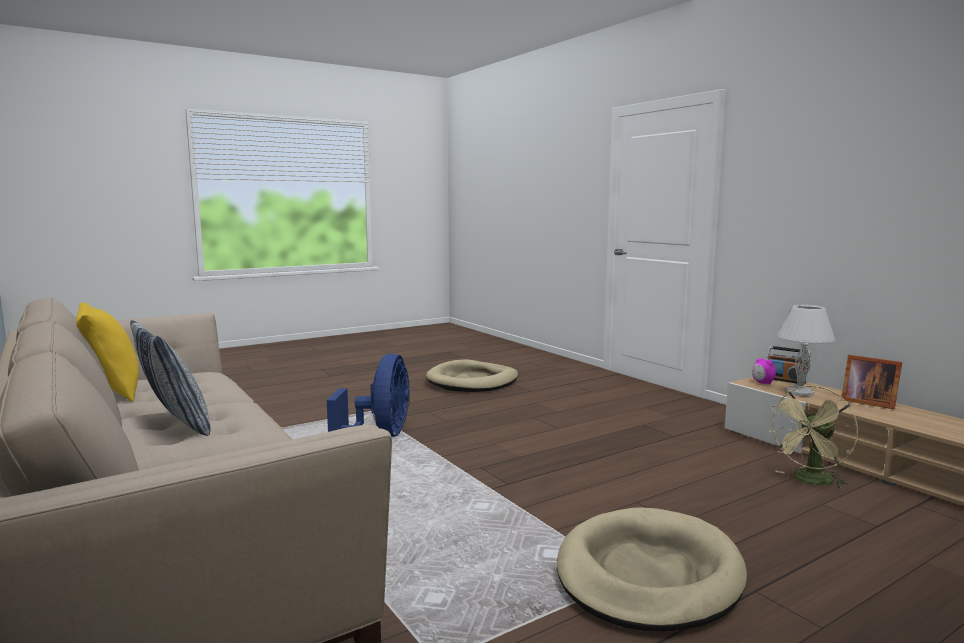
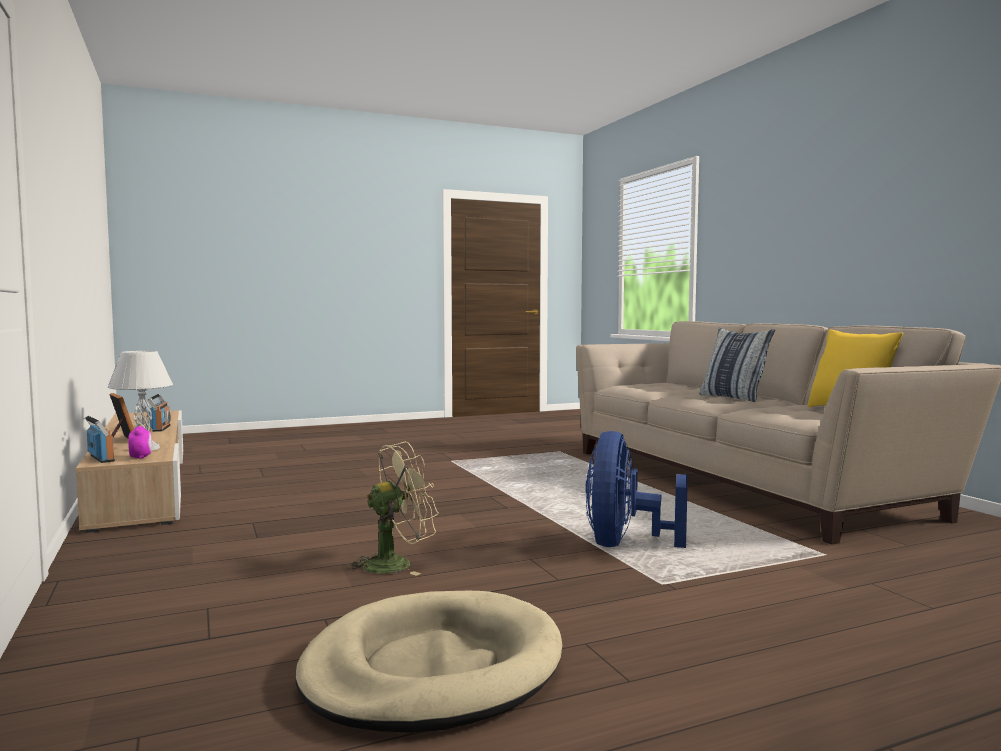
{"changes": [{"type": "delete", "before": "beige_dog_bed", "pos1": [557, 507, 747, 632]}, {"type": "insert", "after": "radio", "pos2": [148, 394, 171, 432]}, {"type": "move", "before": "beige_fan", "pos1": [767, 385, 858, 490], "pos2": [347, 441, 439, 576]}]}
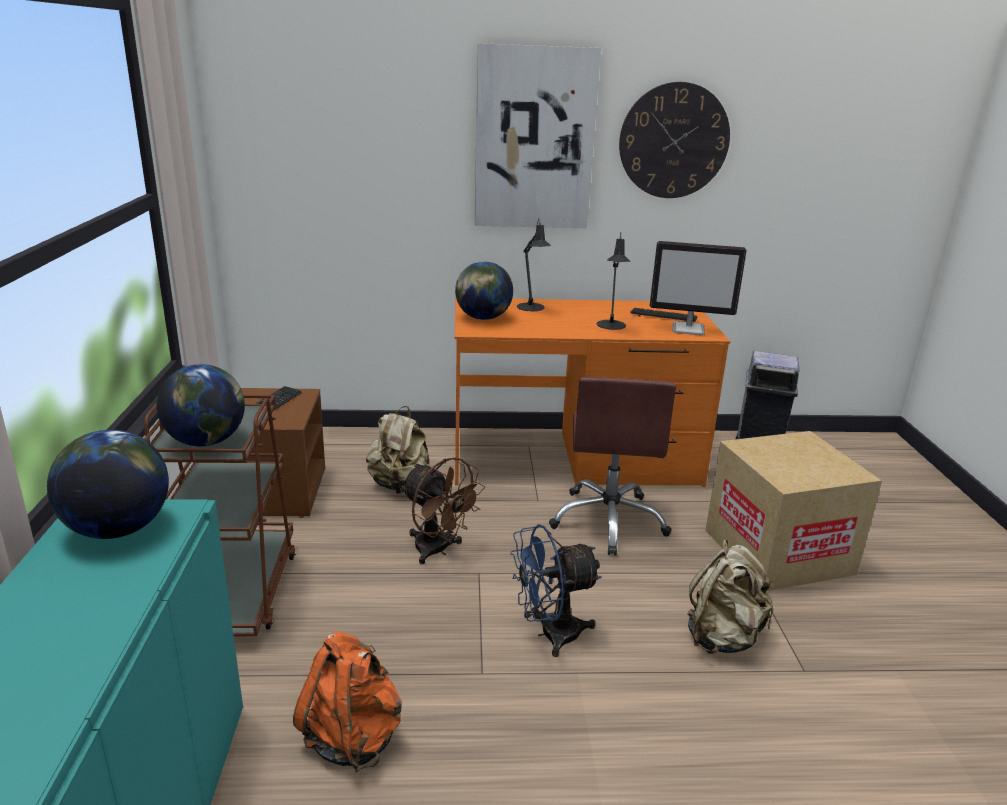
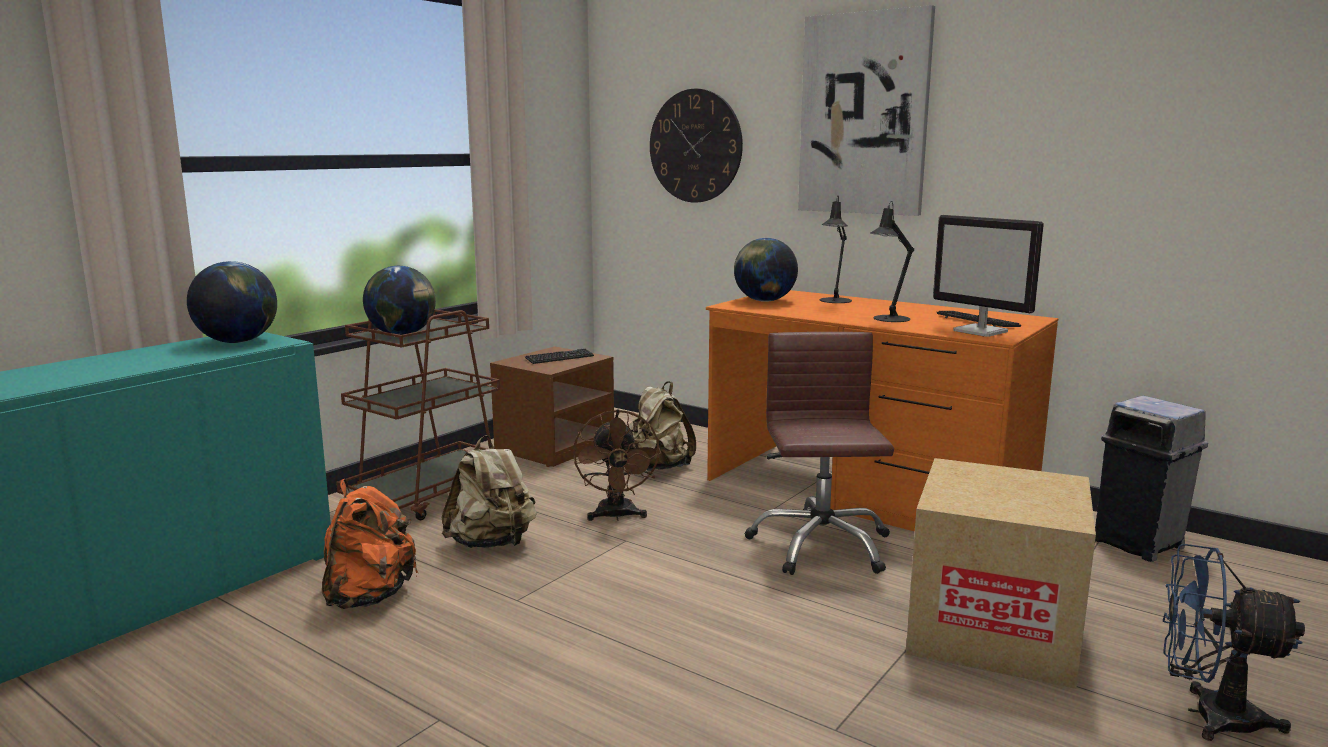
{"changes": [{"type": "move", "before": "blue_fan", "pos1": [510, 524, 602, 657], "pos2": [1163, 544, 1305, 741]}, {"type": "move", "before": "wall_clock", "pos1": [619, 82, 730, 198], "pos2": [650, 88, 743, 203]}, {"type": "move", "before": "beige_backpack", "pos1": [688, 539, 774, 654], "pos2": [442, 435, 537, 548]}, {"type": "rotate", "before": "brown_office_chair", "pos1": [549, 377, 676, 556], "pos2": [745, 332, 894, 575], "turn": 135}]}
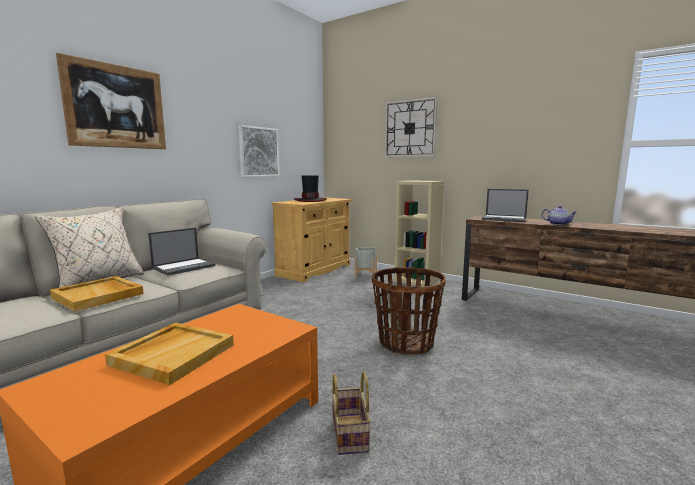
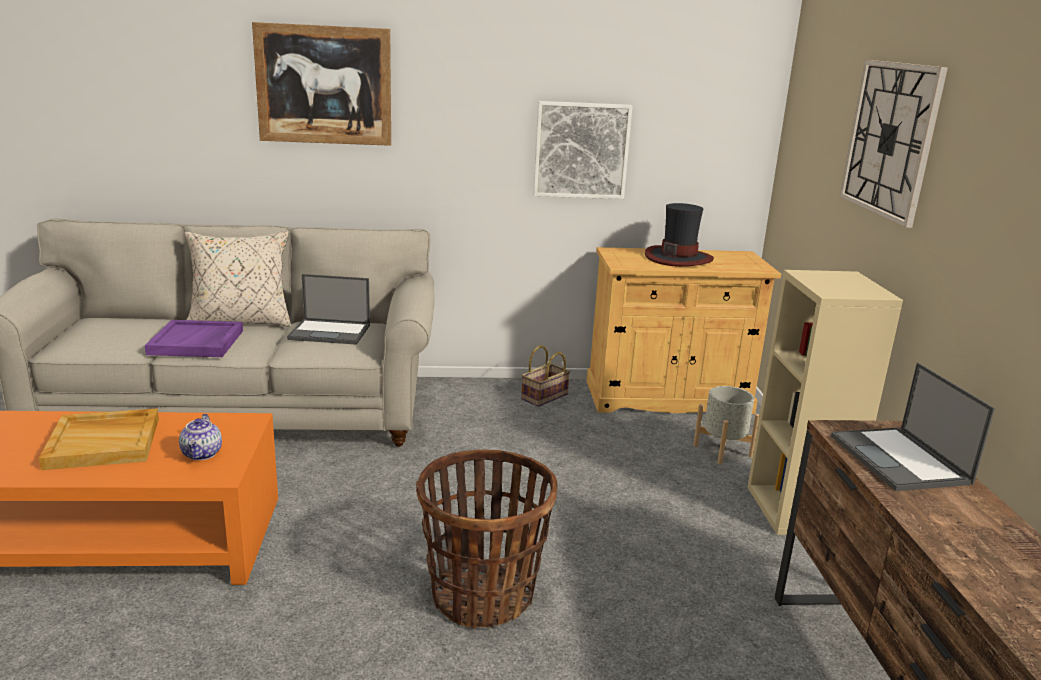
{"changes": [{"type": "move", "before": "basket", "pos1": [332, 372, 371, 455], "pos2": [521, 345, 570, 407]}, {"type": "move", "before": "teapot", "pos1": [541, 206, 577, 225], "pos2": [179, 414, 222, 460]}, {"type": "recolor", "before": "beige_tray", "after": "purple_tray", "pos1": [50, 276, 144, 312], "pos2": [145, 320, 243, 357]}]}
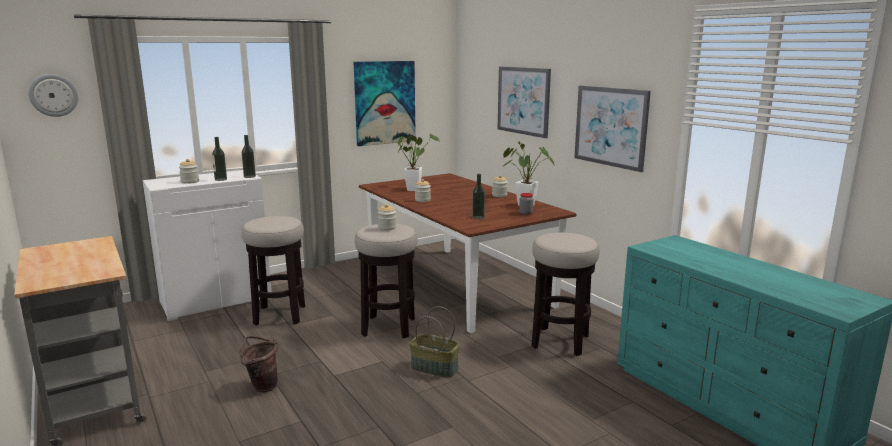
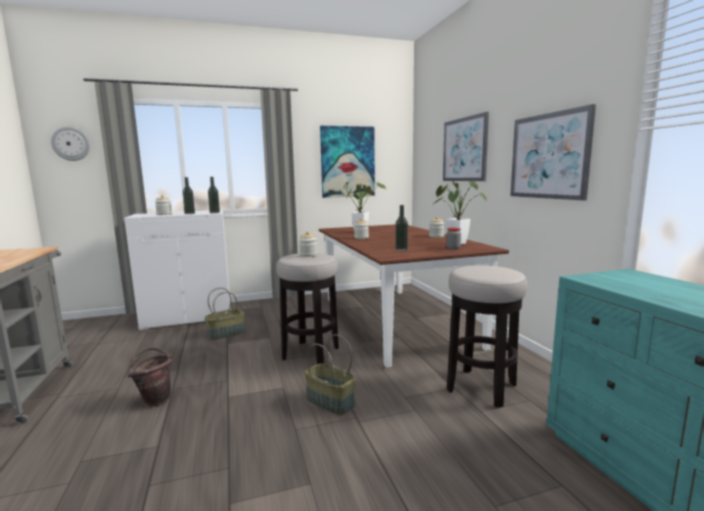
{"changes": [{"type": "replace", "before": "stool", "after": "basket", "pos1": [241, 216, 305, 326], "pos2": [205, 287, 245, 340]}]}
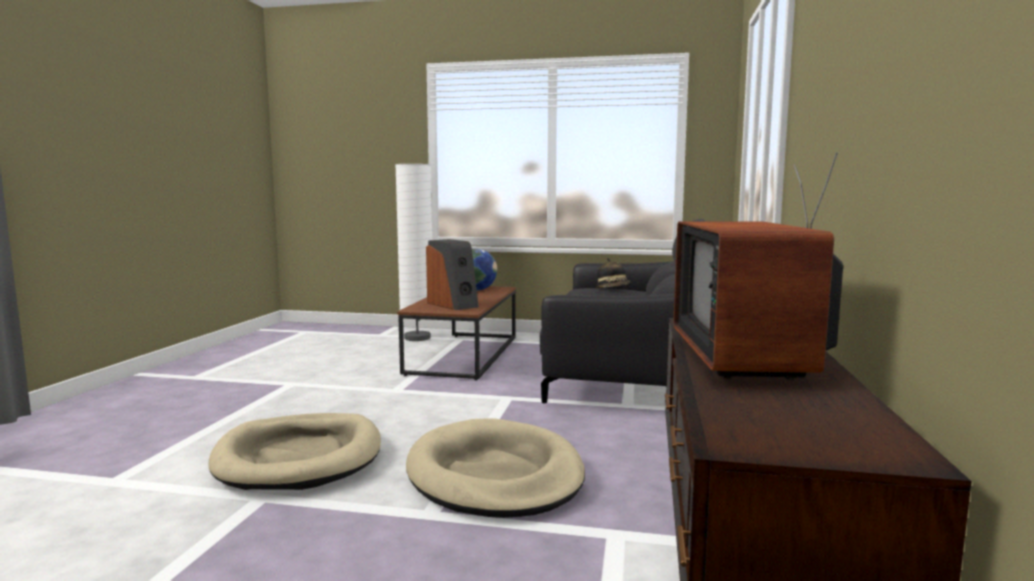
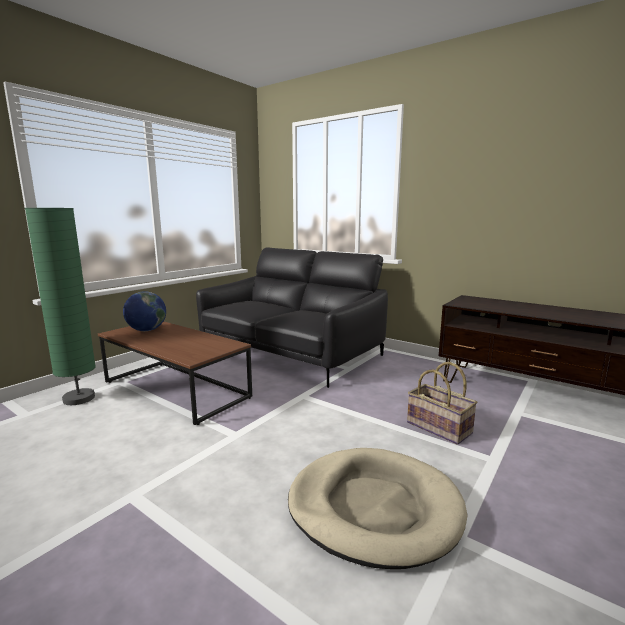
{"changes": [{"type": "delete", "before": "speaker", "pos1": [426, 239, 479, 310]}, {"type": "delete", "before": "hat", "pos1": [596, 258, 630, 288]}, {"type": "delete", "before": "television", "pos1": [673, 152, 843, 380]}, {"type": "replace", "before": "beige_dog_bed", "after": "basket", "pos1": [406, 418, 585, 518], "pos2": [407, 362, 478, 445]}, {"type": "recolor", "before": "white_floor_lamp", "after": "green_floor_lamp", "pos1": [395, 164, 432, 341], "pos2": [25, 208, 96, 405]}]}
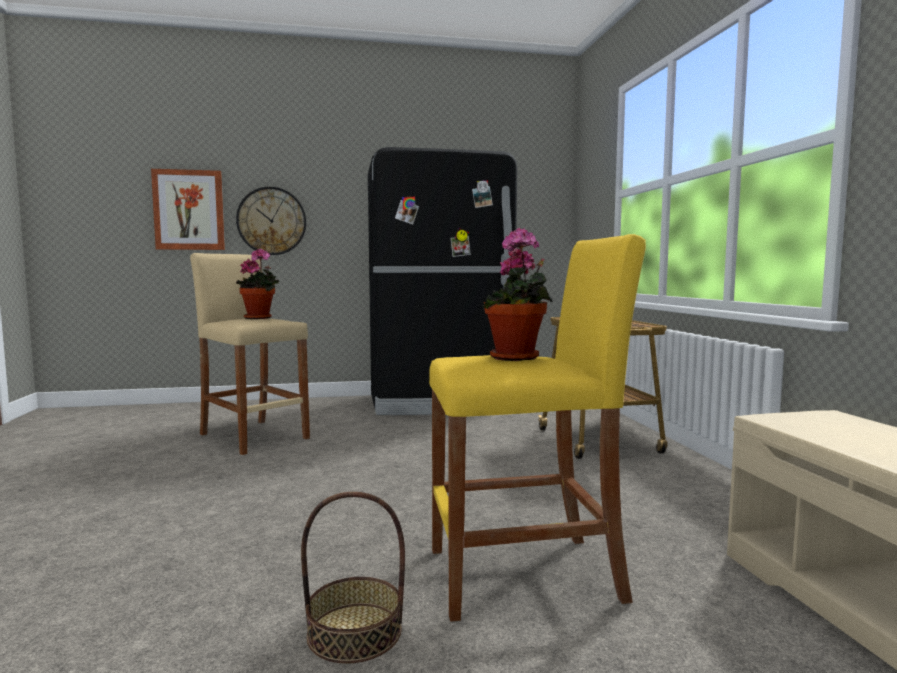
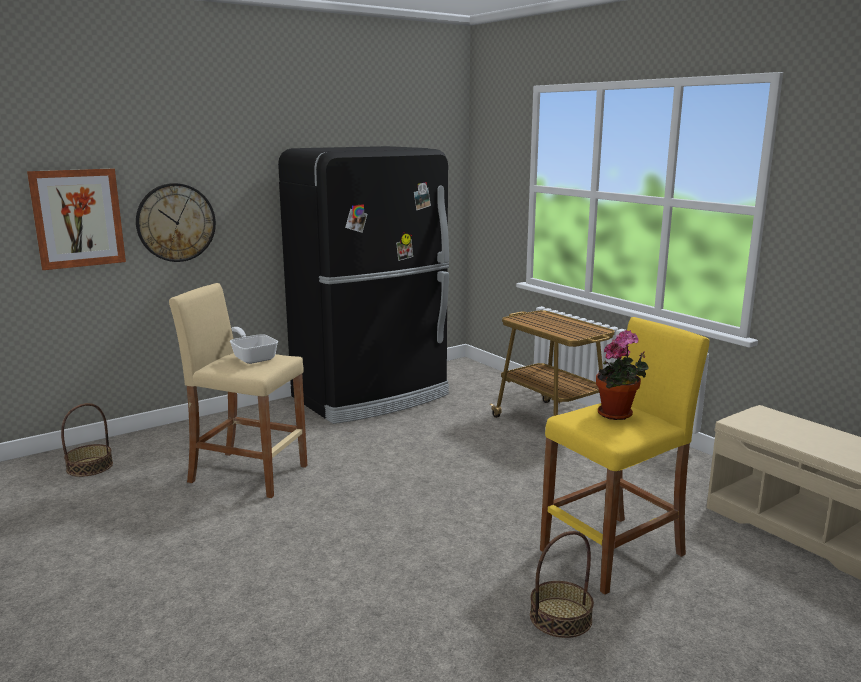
{"changes": [{"type": "insert", "after": "basket", "pos2": [61, 403, 113, 477]}, {"type": "replace", "before": "potted_plant", "after": "frying_pan", "pos1": [236, 248, 279, 319], "pos2": [230, 327, 278, 364]}]}
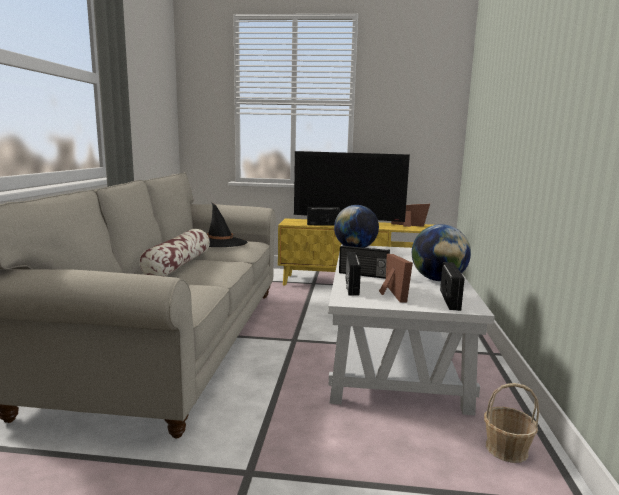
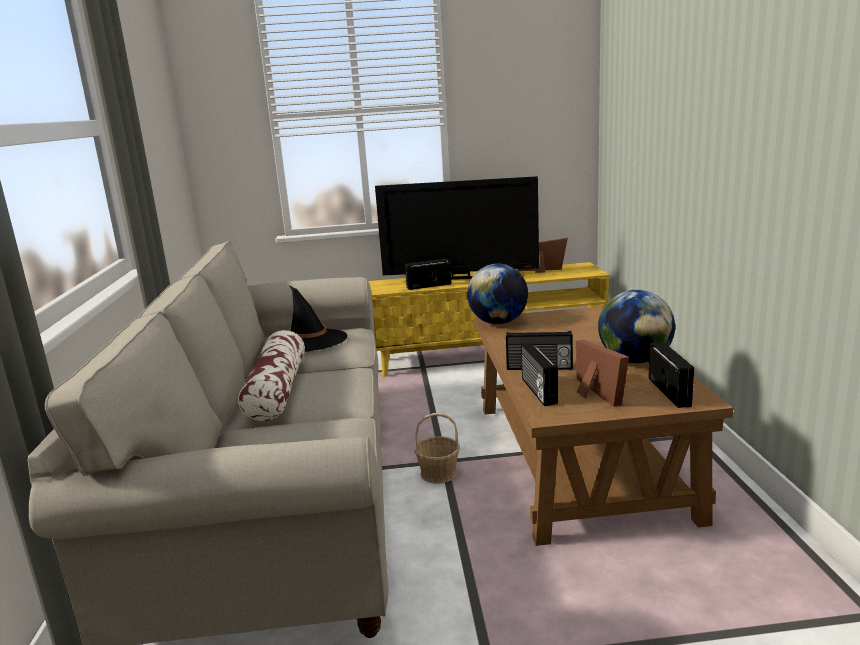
{"changes": [{"type": "move", "before": "basket", "pos1": [484, 383, 539, 463], "pos2": [414, 413, 460, 483]}, {"type": "recolor", "before": "white_coffee_table", "after": "brown_coffee_table", "pos1": [328, 244, 495, 415], "pos2": [474, 306, 733, 546]}]}
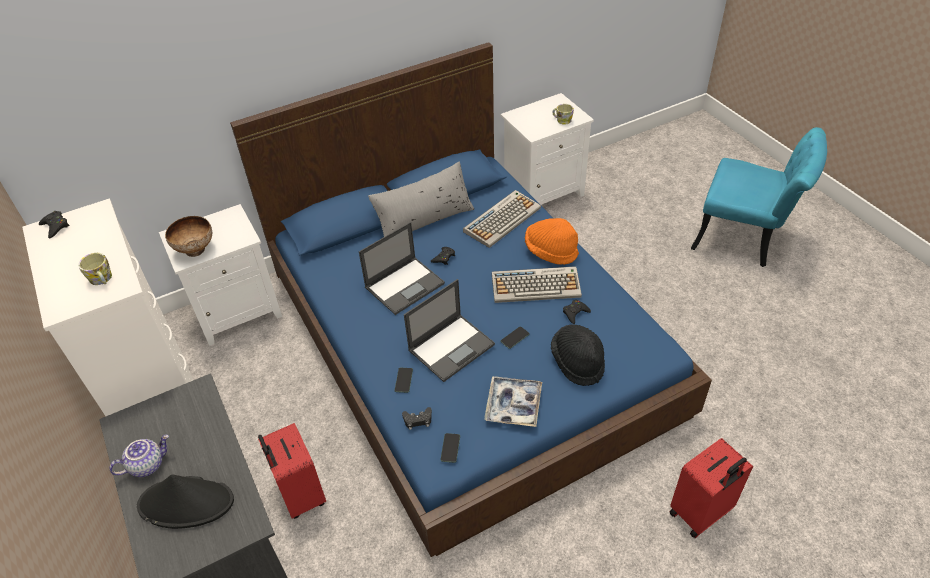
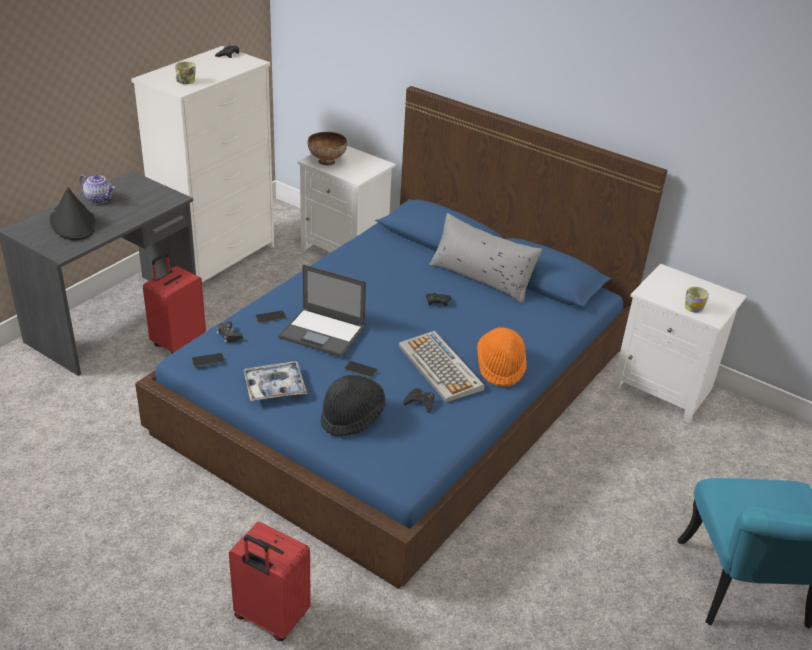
{"changes": [{"type": "delete", "before": "laptop", "pos1": [359, 222, 445, 315]}, {"type": "delete", "before": "keyboard", "pos1": [463, 190, 541, 248]}]}
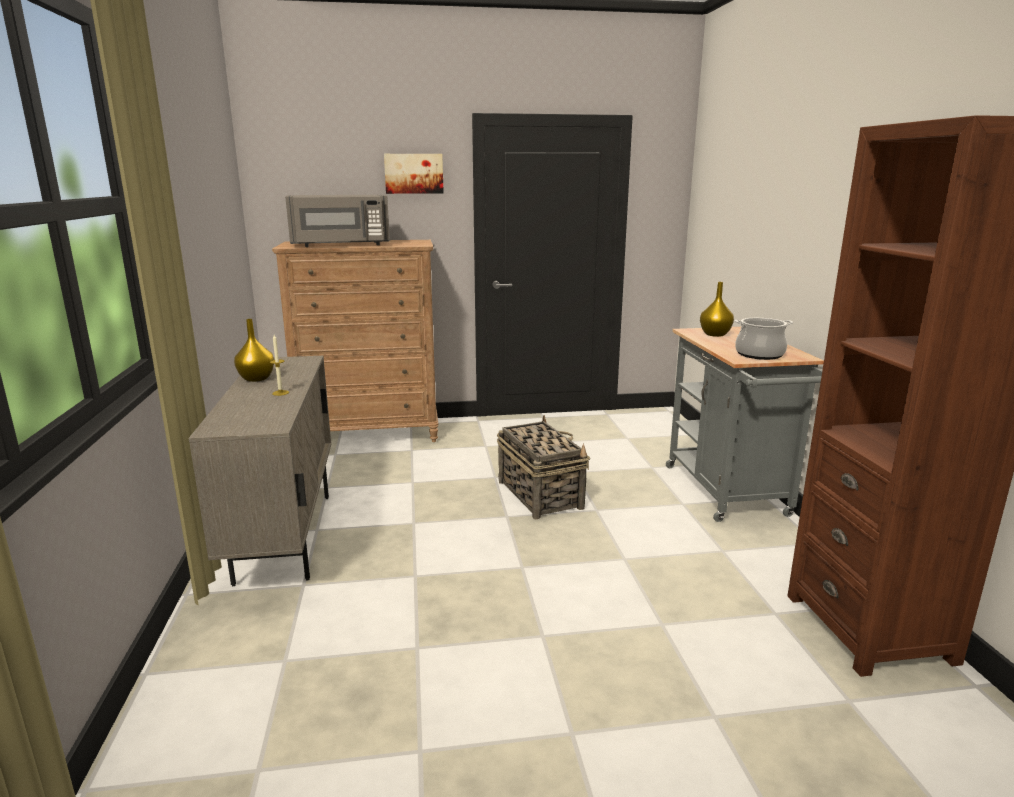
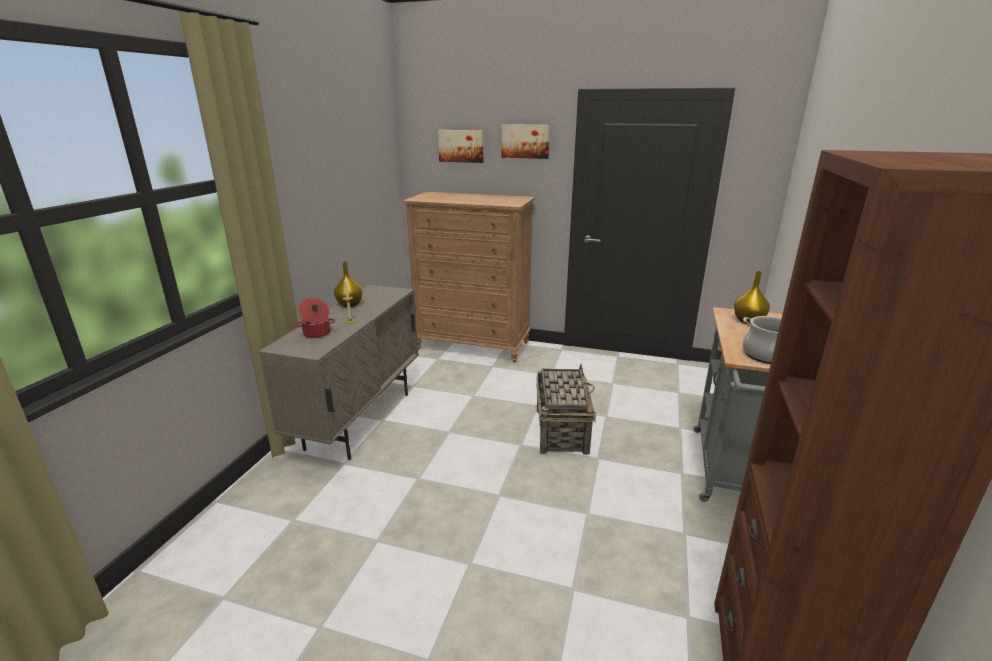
{"changes": [{"type": "delete", "before": "grey_microwave", "pos1": [285, 195, 390, 247]}, {"type": "insert", "after": "cooking_pot", "pos2": [296, 298, 335, 338]}, {"type": "insert", "after": "picture", "pos2": [438, 130, 483, 163]}]}
